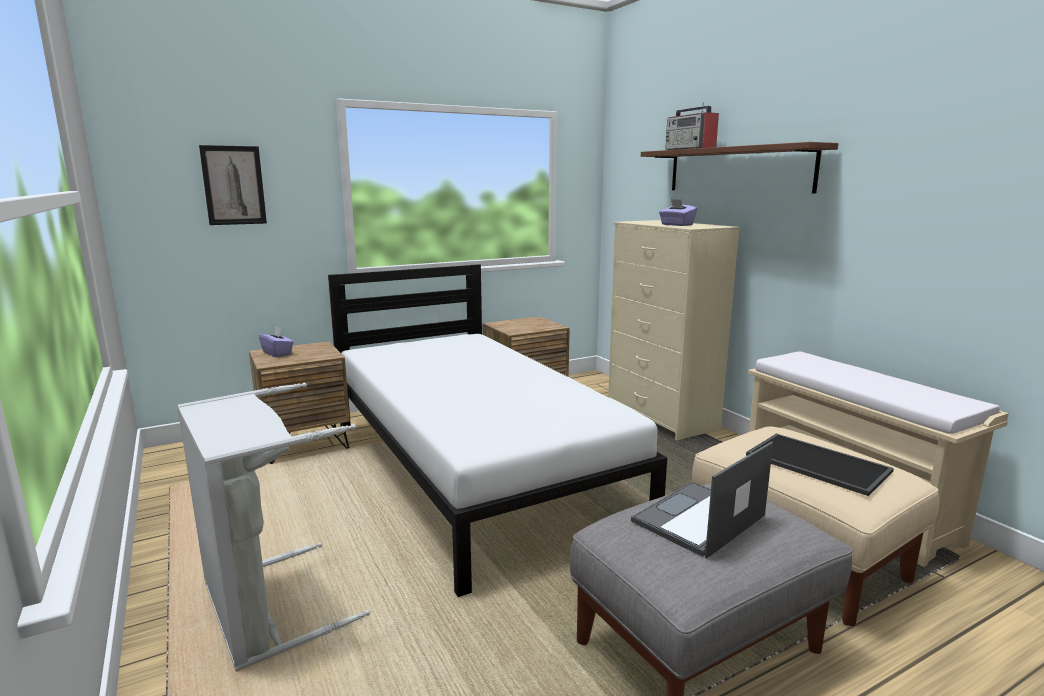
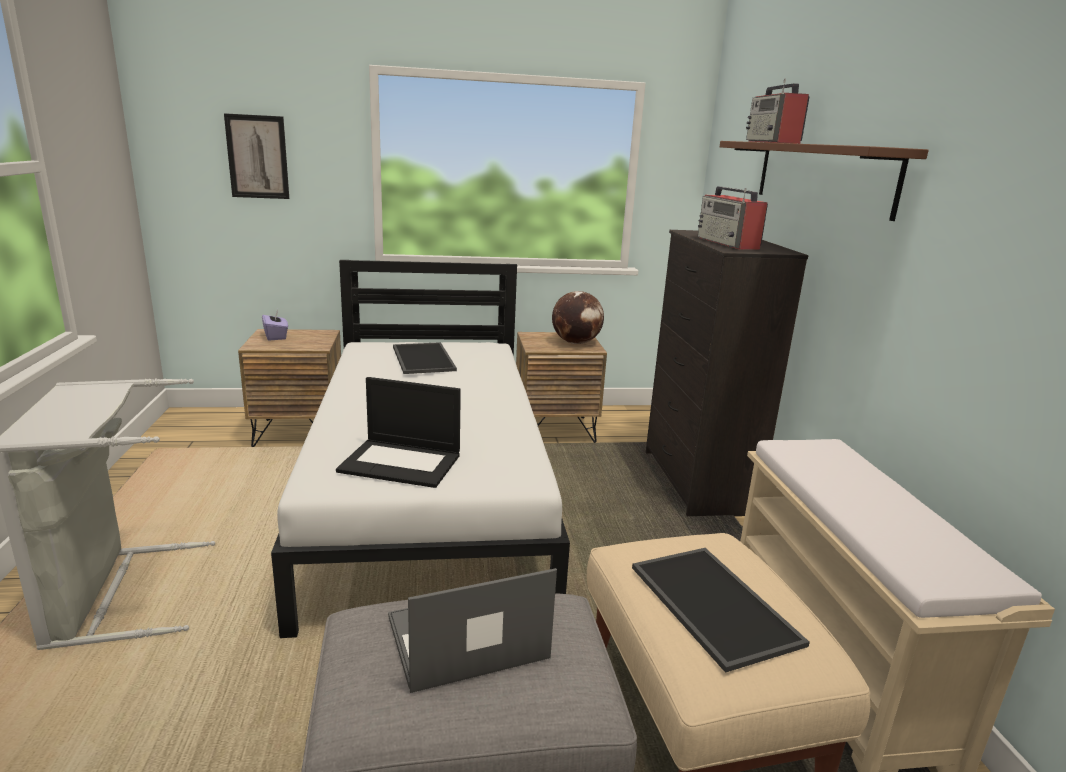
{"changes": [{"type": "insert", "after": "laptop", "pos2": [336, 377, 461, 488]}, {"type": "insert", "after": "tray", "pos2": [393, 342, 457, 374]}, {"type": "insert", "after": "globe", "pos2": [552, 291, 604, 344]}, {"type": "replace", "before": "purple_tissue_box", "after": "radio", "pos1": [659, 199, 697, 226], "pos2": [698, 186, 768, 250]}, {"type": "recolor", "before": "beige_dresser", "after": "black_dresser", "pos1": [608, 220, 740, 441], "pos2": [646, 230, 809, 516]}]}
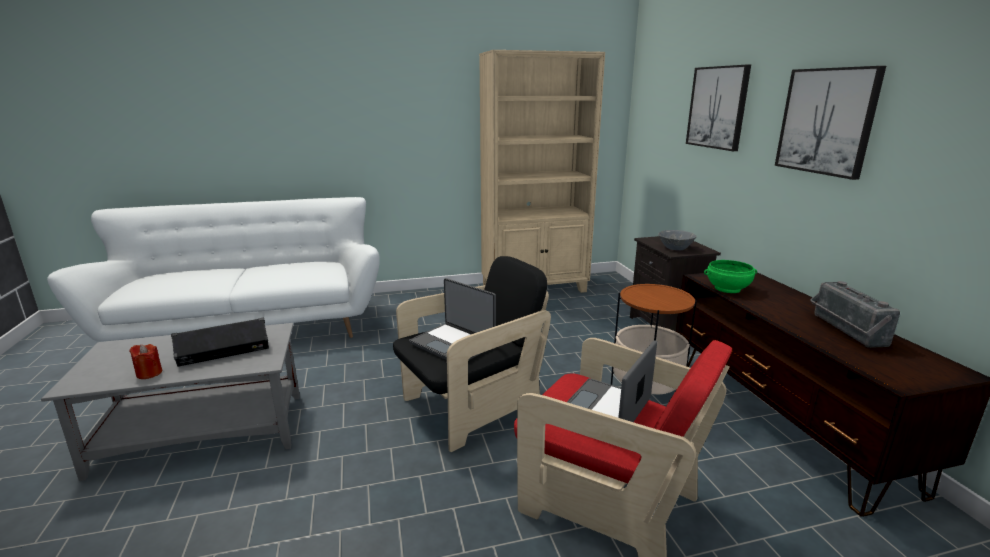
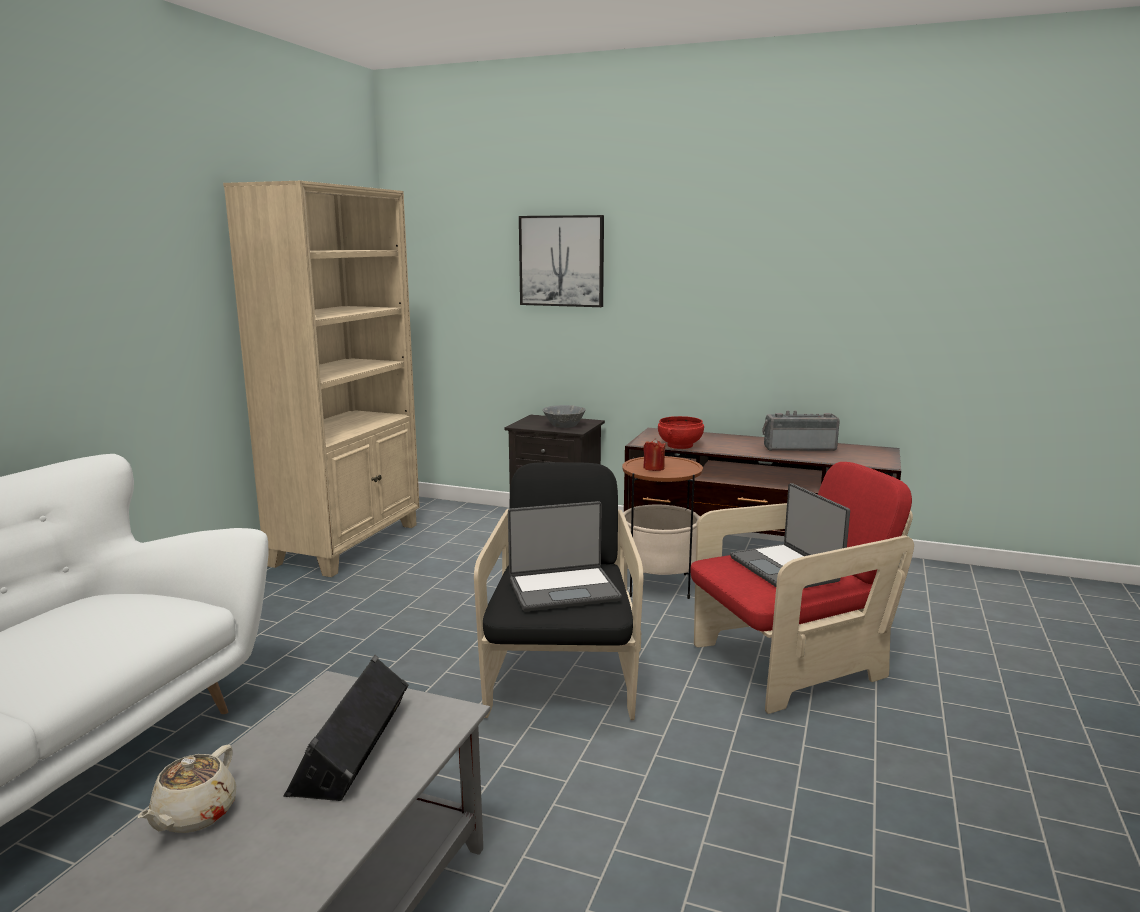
{"changes": [{"type": "delete", "before": "picture", "pos1": [775, 66, 886, 180]}, {"type": "insert", "after": "beige_teapot", "pos2": [138, 745, 236, 833]}, {"type": "move", "before": "red_candle", "pos1": [129, 344, 162, 379], "pos2": [643, 438, 666, 471]}, {"type": "recolor", "before": "green_bowl", "after": "red_bowl", "pos1": [704, 260, 757, 293], "pos2": [658, 416, 704, 449]}, {"type": "rotate", "before": "radio", "pos1": [810, 281, 900, 348], "pos2": [762, 411, 840, 451], "turn": 150}]}
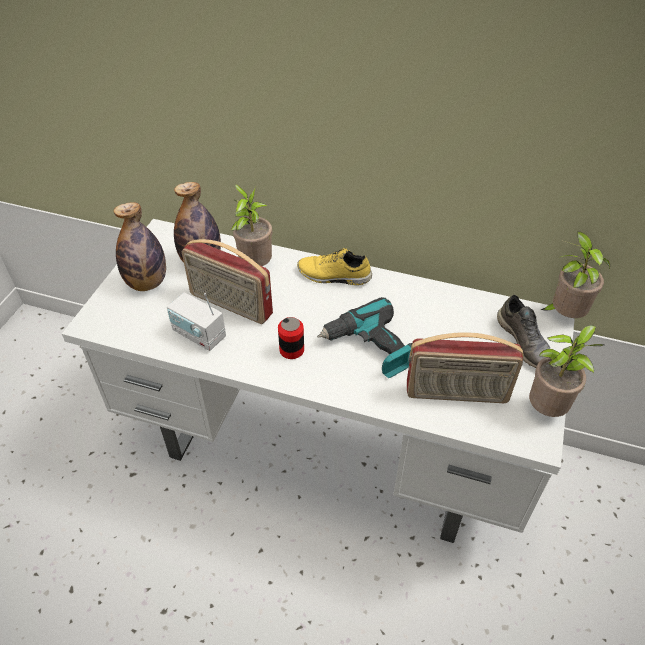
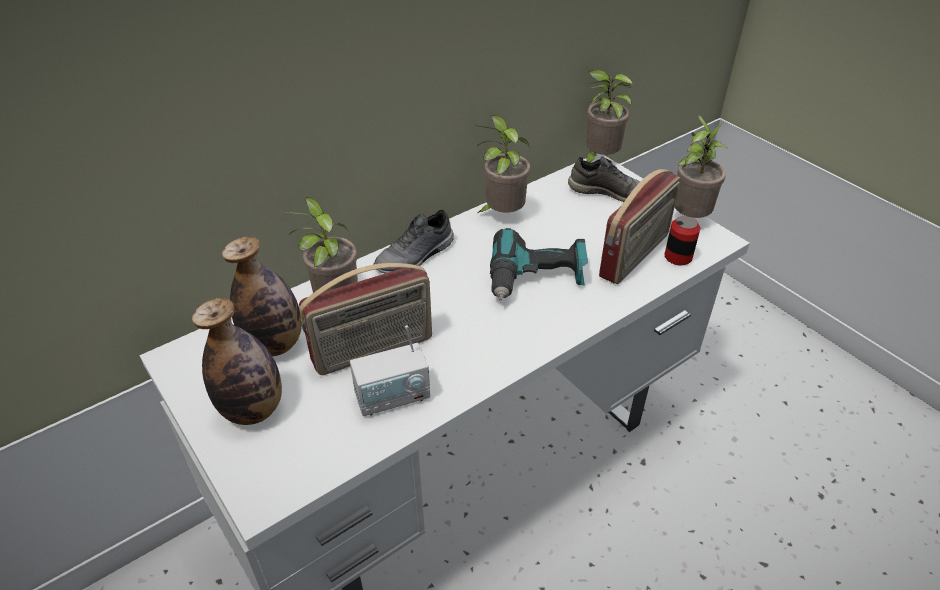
{"changes": [{"type": "insert", "after": "potted_plant", "pos2": [476, 115, 530, 213]}, {"type": "move", "before": "can", "pos1": [278, 317, 304, 359], "pos2": [664, 216, 700, 265]}, {"type": "recolor", "before": "yellow_shoe", "after": "grey_shoe", "pos1": [297, 248, 372, 285], "pos2": [373, 210, 454, 274]}]}
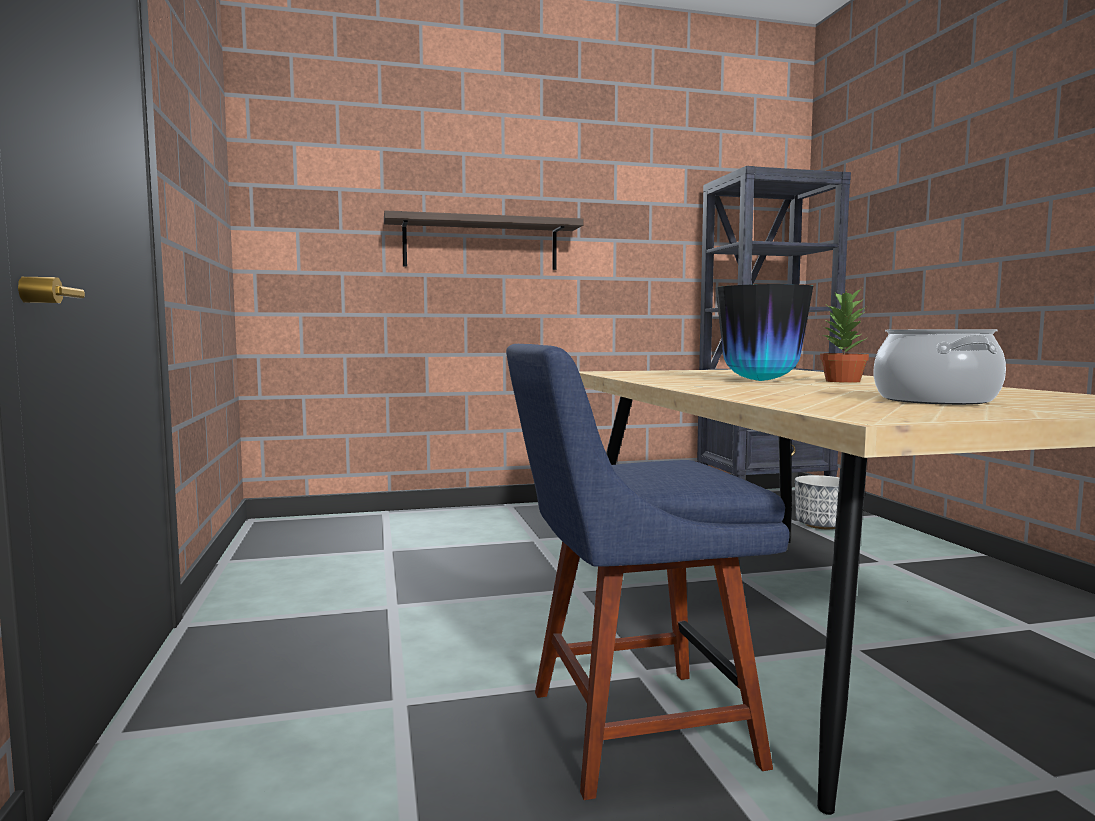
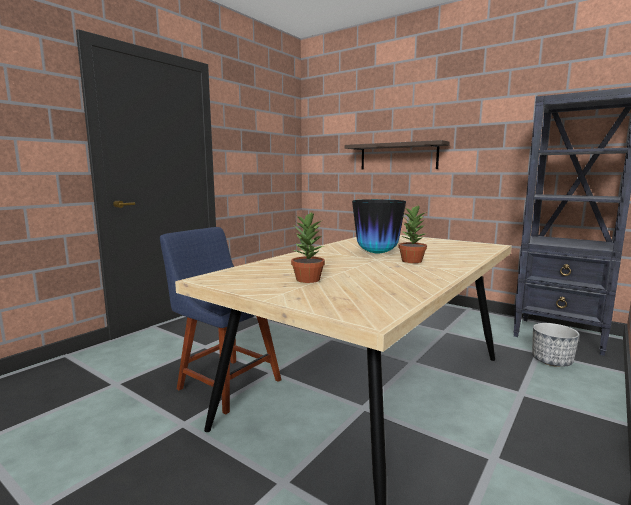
{"changes": [{"type": "replace", "before": "cooking_pot", "after": "potted_plant", "pos1": [874, 329, 1006, 405], "pos2": [291, 213, 325, 283]}]}
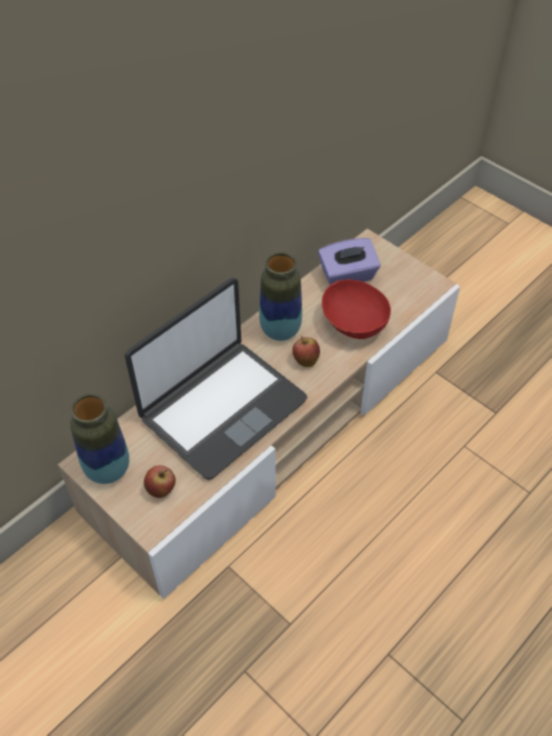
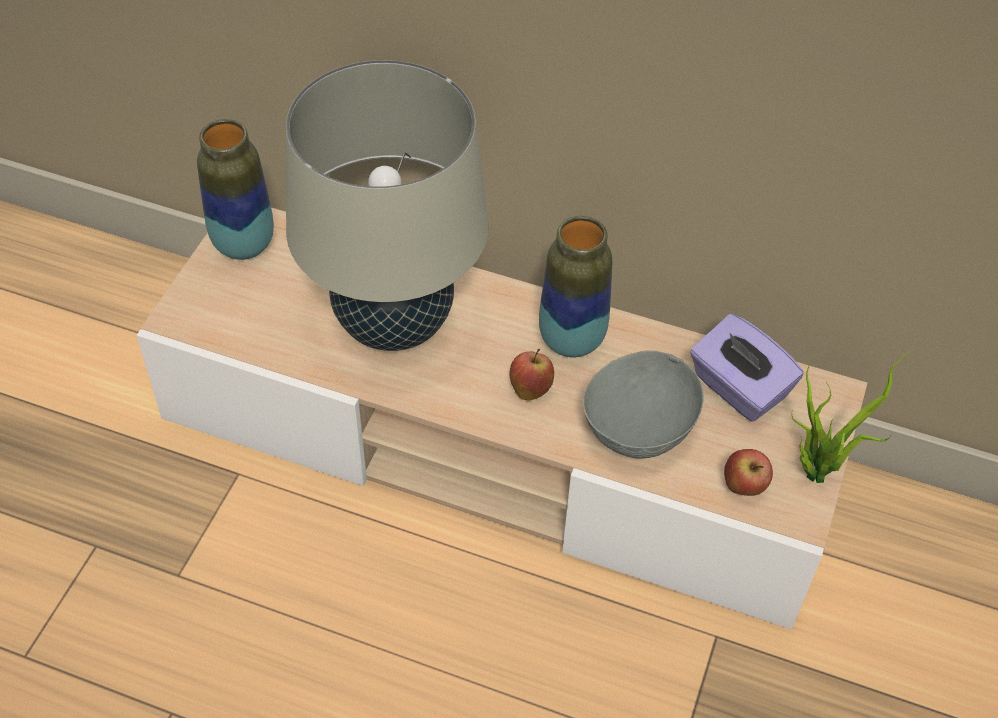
{"changes": [{"type": "insert", "after": "potted_plant", "pos2": [791, 349, 914, 483]}, {"type": "move", "before": "apple", "pos1": [144, 465, 176, 498], "pos2": [724, 449, 773, 496]}, {"type": "replace", "before": "laptop", "after": "beige_table_lamp", "pos1": [125, 278, 307, 480], "pos2": [286, 60, 489, 351]}, {"type": "recolor", "before": "red_bowl", "after": "grey_bowl", "pos1": [321, 279, 391, 339], "pos2": [583, 350, 704, 459]}]}
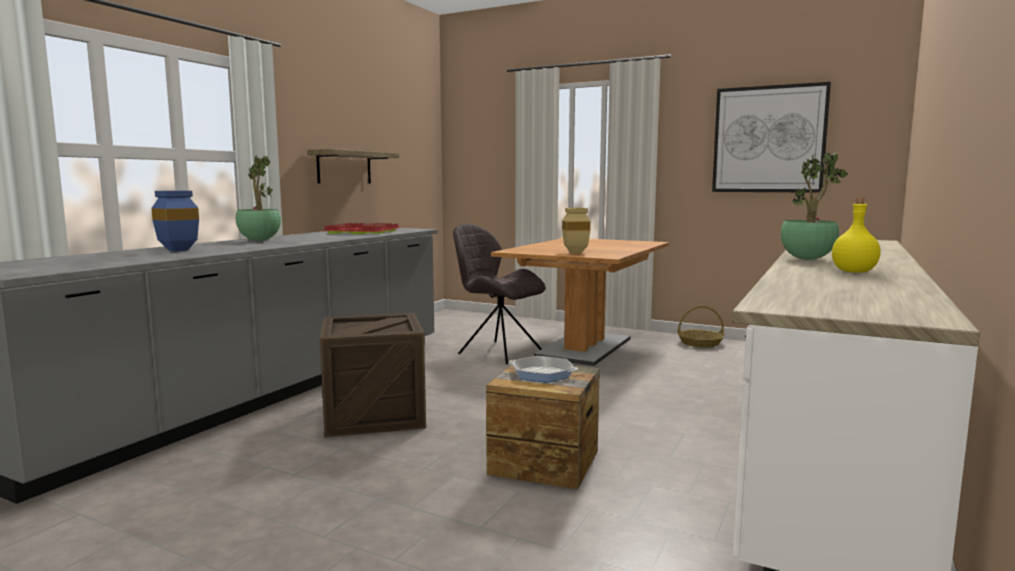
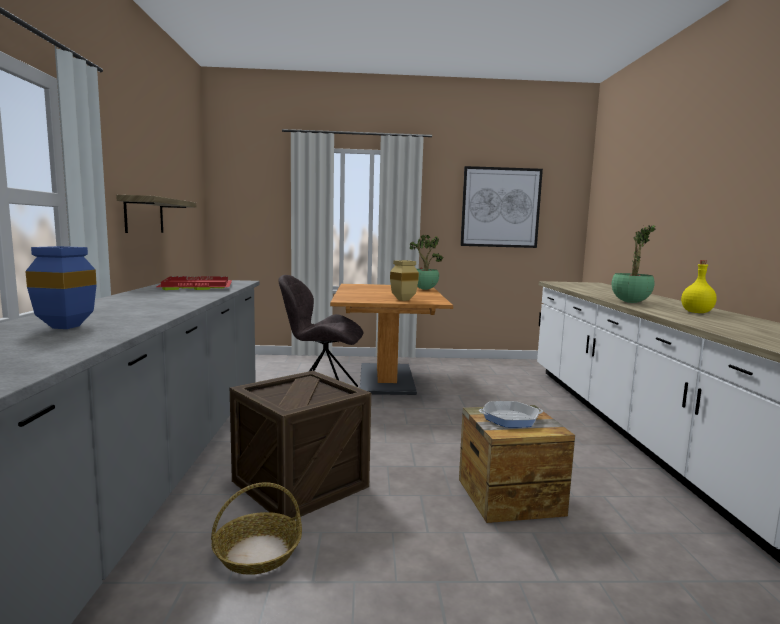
{"changes": [{"type": "move", "before": "potted_plant", "pos1": [236, 155, 281, 241], "pos2": [410, 234, 444, 290]}, {"type": "move", "before": "basket", "pos1": [678, 306, 724, 347], "pos2": [211, 482, 302, 575]}]}
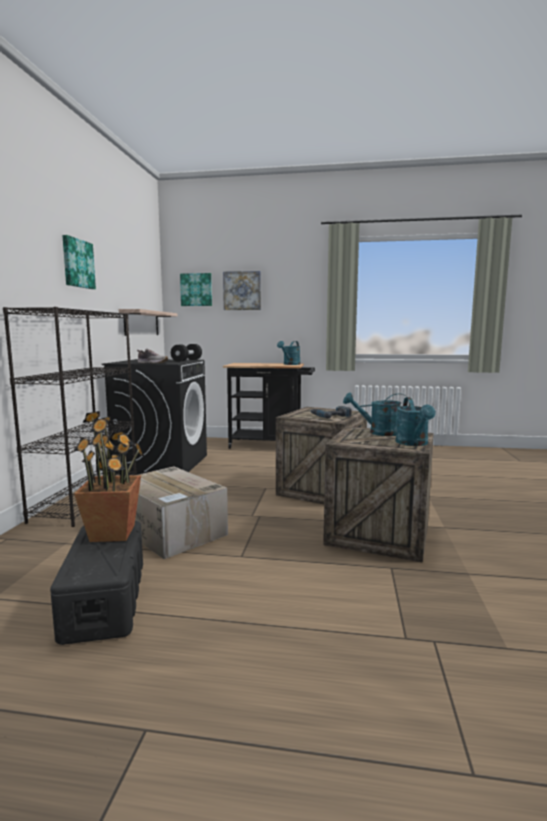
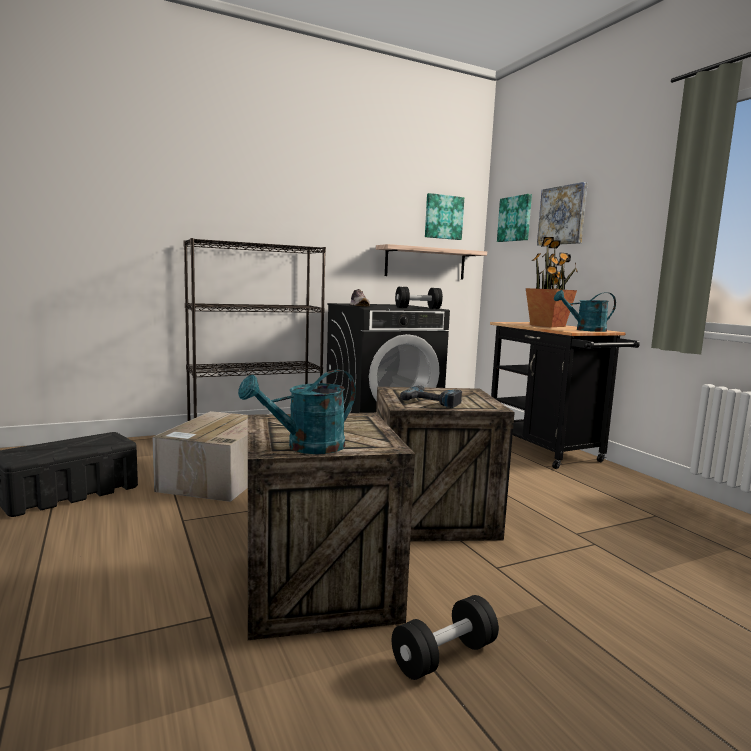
{"changes": [{"type": "delete", "before": "turquoise_watering_can", "pos1": [343, 392, 410, 436]}, {"type": "insert", "after": "black_dumbbell", "pos2": [392, 595, 499, 680]}, {"type": "move", "before": "picture", "pos1": [62, 235, 96, 289], "pos2": [425, 193, 464, 240]}, {"type": "move", "before": "potted_plant", "pos1": [74, 411, 144, 542], "pos2": [526, 237, 578, 327]}]}
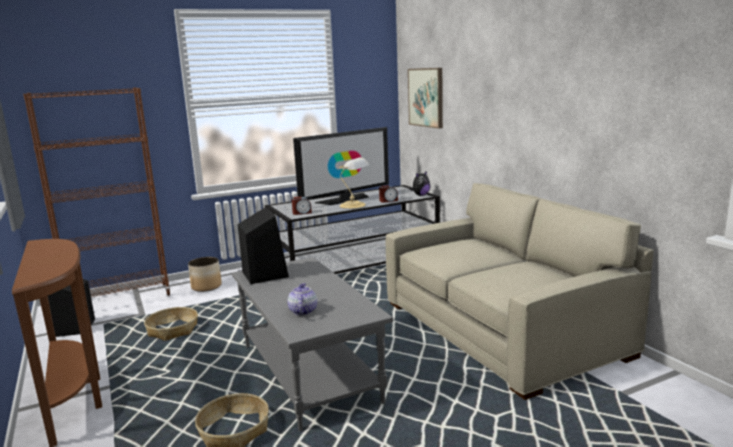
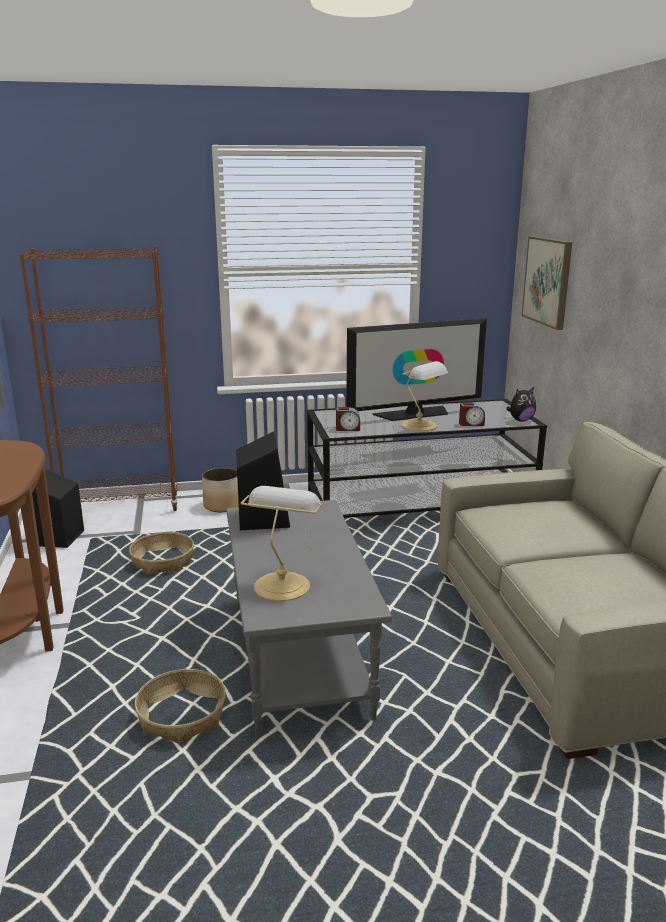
{"changes": [{"type": "replace", "before": "teapot", "after": "table_lamp", "pos1": [288, 283, 317, 316], "pos2": [241, 486, 322, 601]}]}
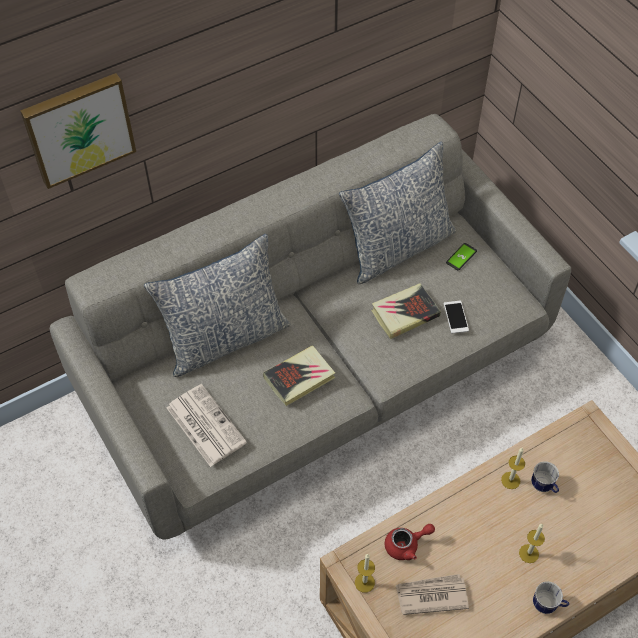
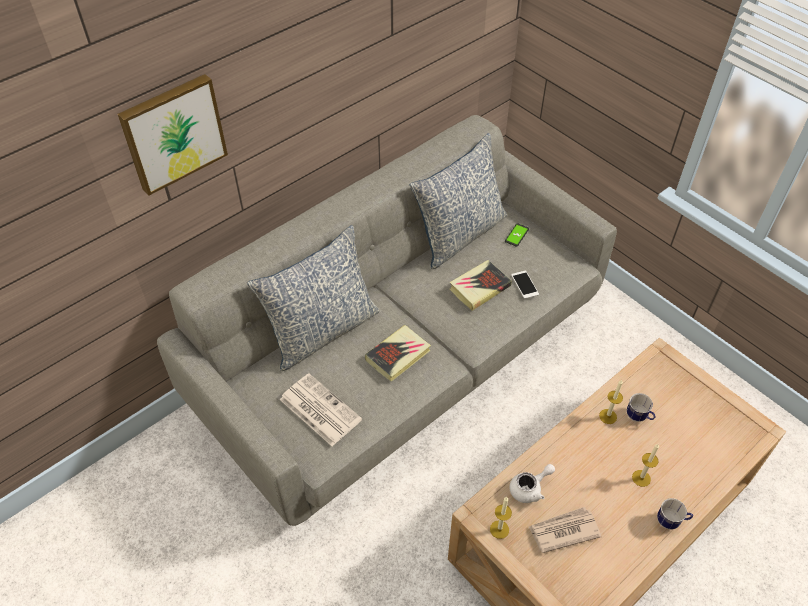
{"changes": [{"type": "recolor", "before": "red_teapot", "after": "white_teapot", "pos1": [385, 524, 435, 560], "pos2": [510, 464, 555, 503]}]}
